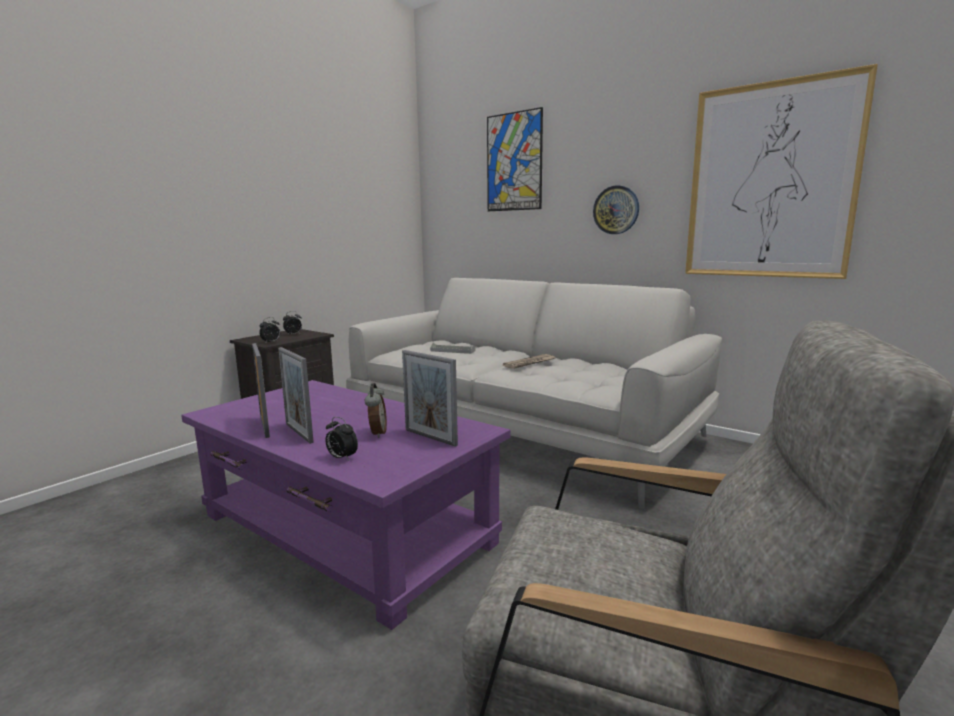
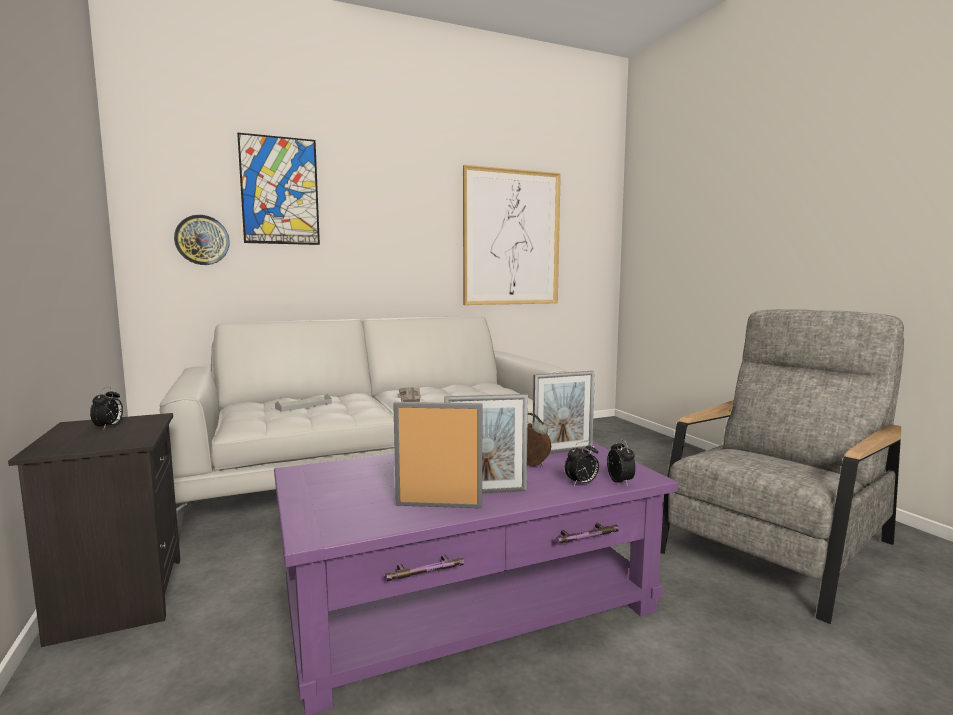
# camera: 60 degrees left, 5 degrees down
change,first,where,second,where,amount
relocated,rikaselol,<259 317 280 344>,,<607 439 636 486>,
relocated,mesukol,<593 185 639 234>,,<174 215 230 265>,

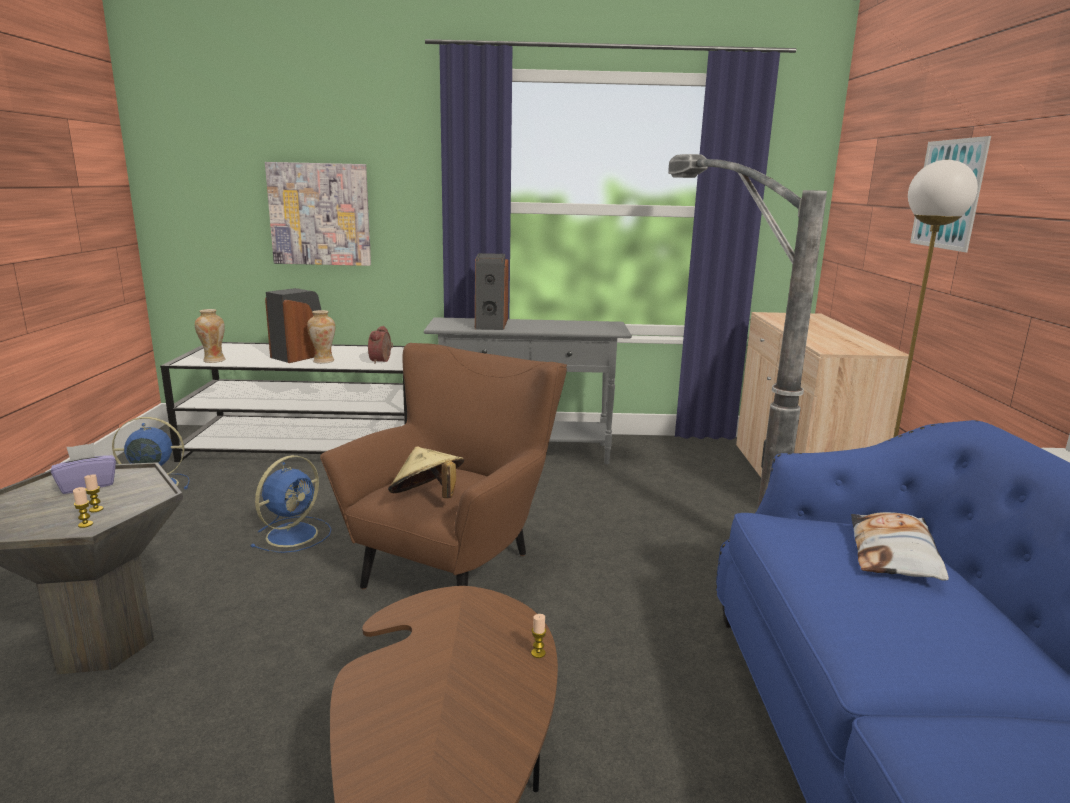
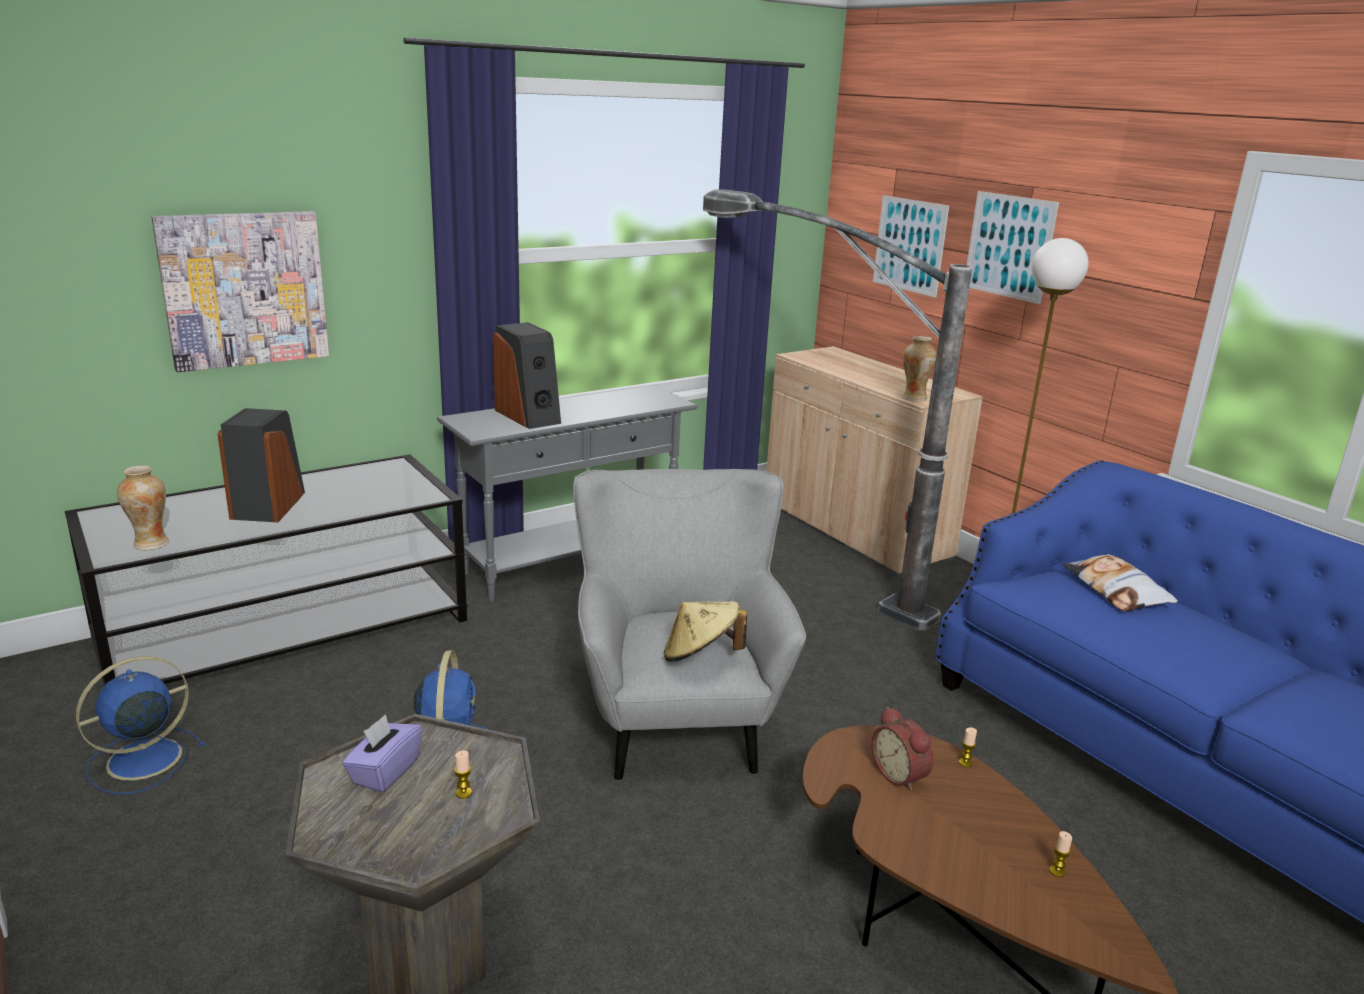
# camera: 35 degrees left, 5 degrees up
change,first,where,second,where,amount
appeared,,,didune,<873 195 949 298>,
relocated,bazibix,<73 487 93 528>,,<1049 831 1072 877>,
relocated,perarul,<307 310 335 363>,,<902 336 937 402>,
relocated,rikaselol,<368 326 393 364>,,<872 706 934 792>,
colour,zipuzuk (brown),<320 343 567 590>,zipuzuk (grey),<573 469 806 781>,

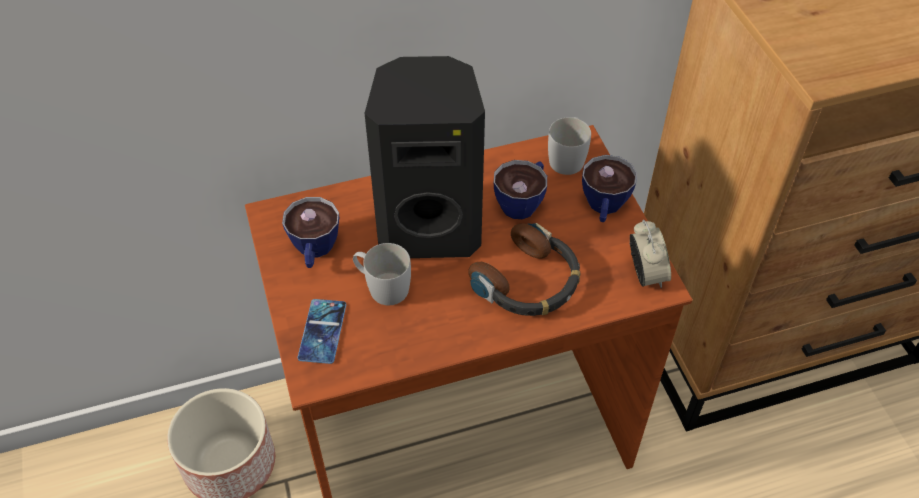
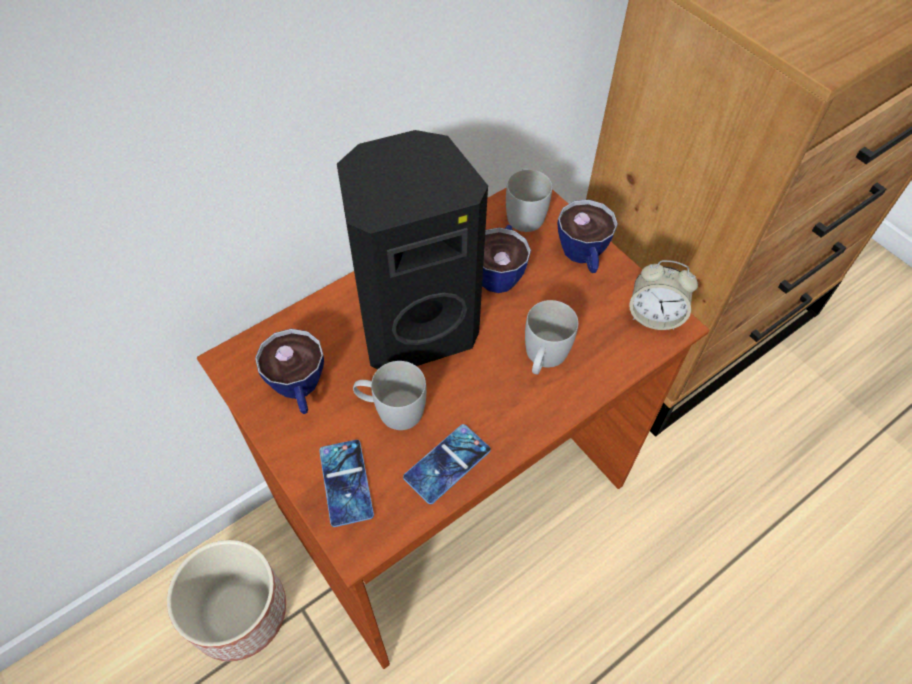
# camera: 20 degrees left, 5 degrees up
change,first,where,second,where,amount
appeared,,,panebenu,<403 424 491 504>,
exchanged,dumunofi,<468 223 581 316>,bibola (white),<525 300 578 374>,
spun,rikaselol,<629 220 671 288>,,<629 260 698 330>,135 degrees clockwise

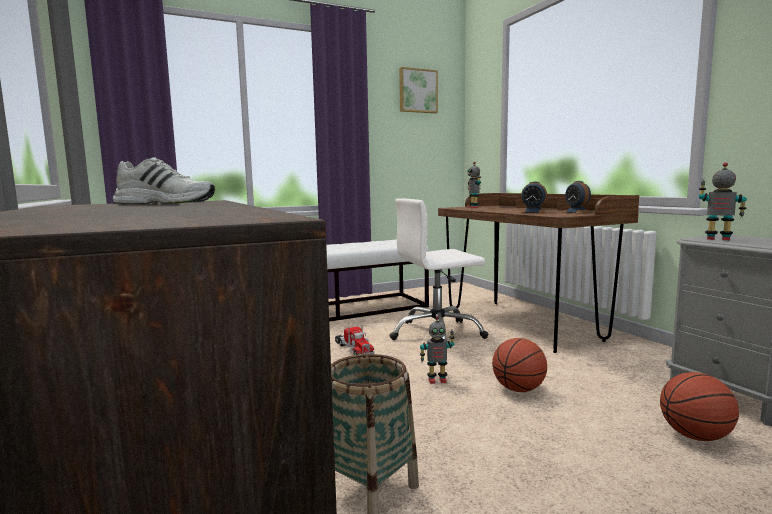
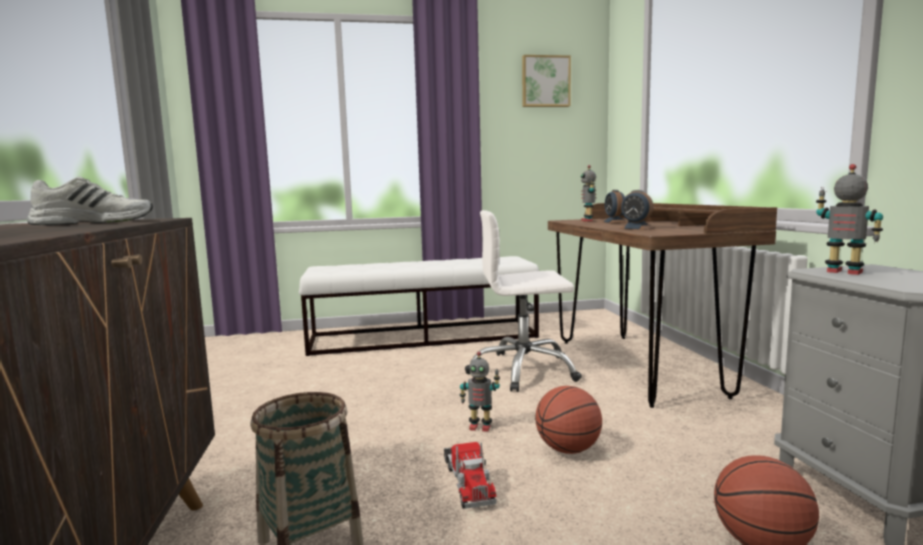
# camera: 15 degrees right, 0 degrees up
change,first,where,second,where,amount
relocated,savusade,<335 325 375 355>,,<444 442 497 509>,
relocated,rikaselol,<564 181 592 213>,,<602 190 628 223>,
spun,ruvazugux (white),<113 158 215 204>,,<27 176 153 225>,45 degrees counterclockwise

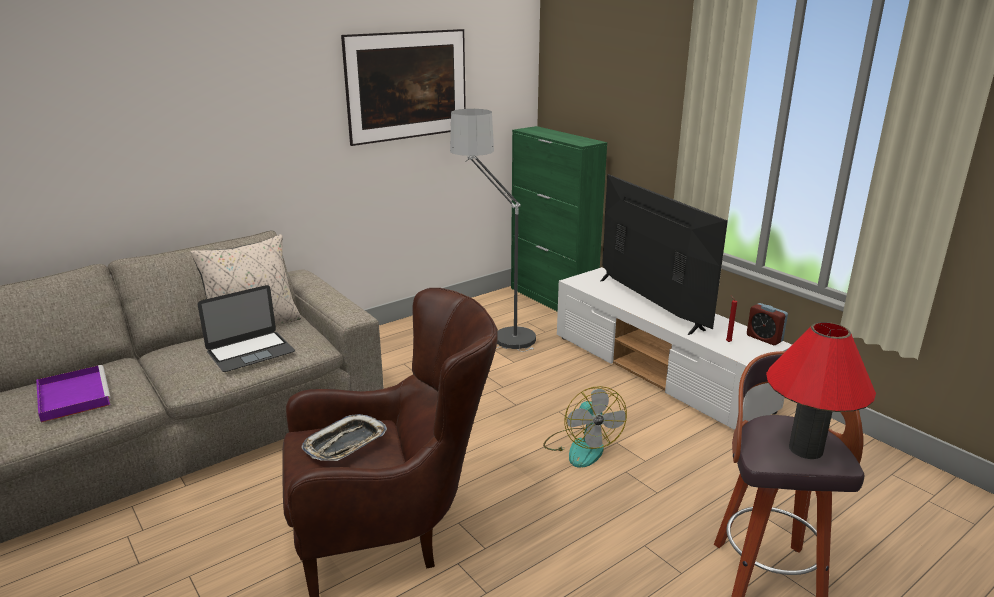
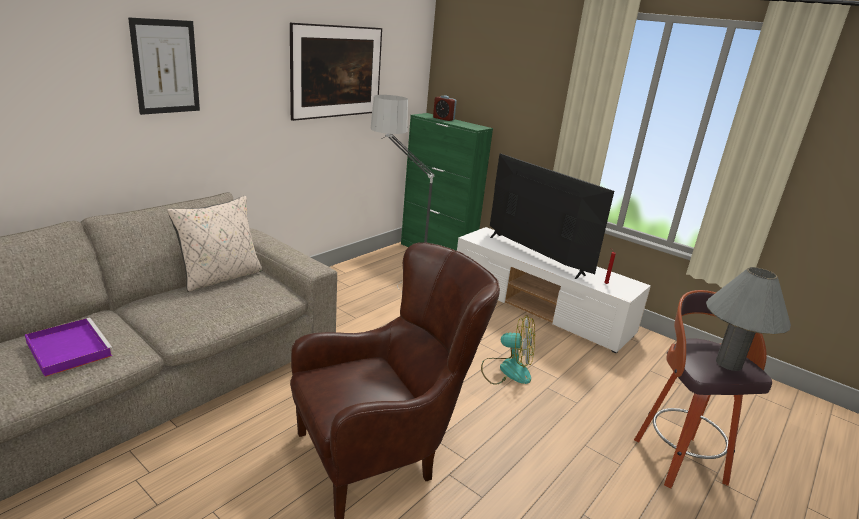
# camera: 15 degrees left, 0 degrees up
change,first,where,second,where,amount
missing,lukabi,<198 285 295 372>,,,
missing,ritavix,<301 414 387 461>,,,
appeared,,,didune,<128 17 200 115>,
relocated,rikaselol,<747 303 788 345>,,<433 96 457 121>,
colour,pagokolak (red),<766 322 876 459>,pagokolak (grey),<706 267 791 371>,
spun,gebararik,<543 386 627 468>,,<481 315 535 385>,45 degrees counterclockwise

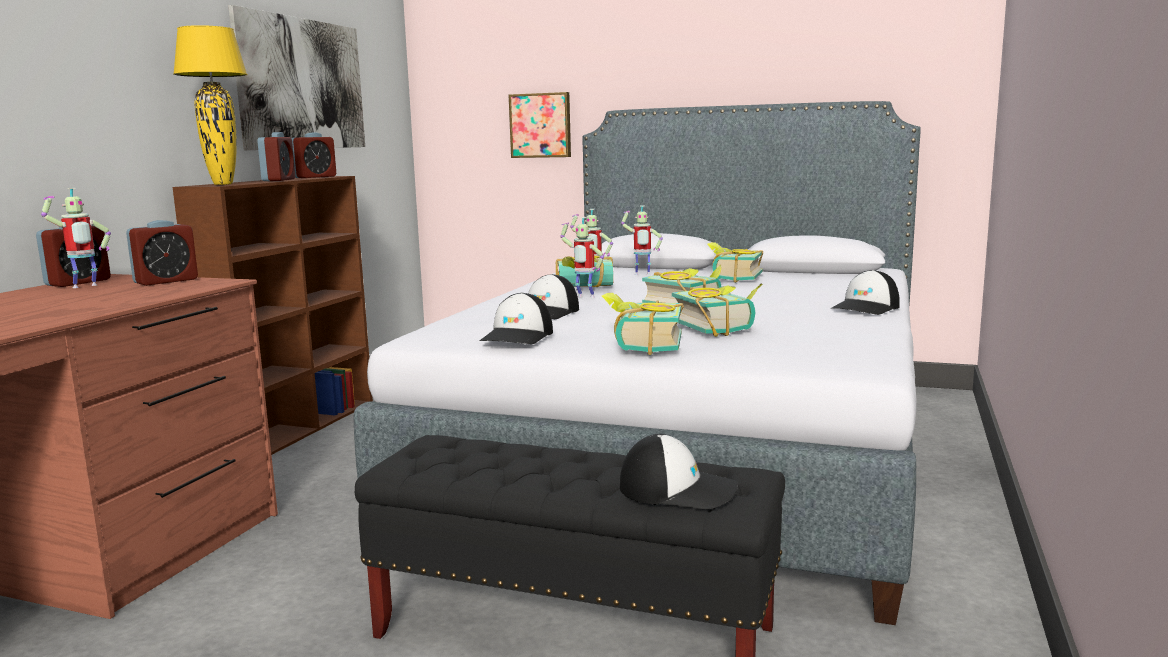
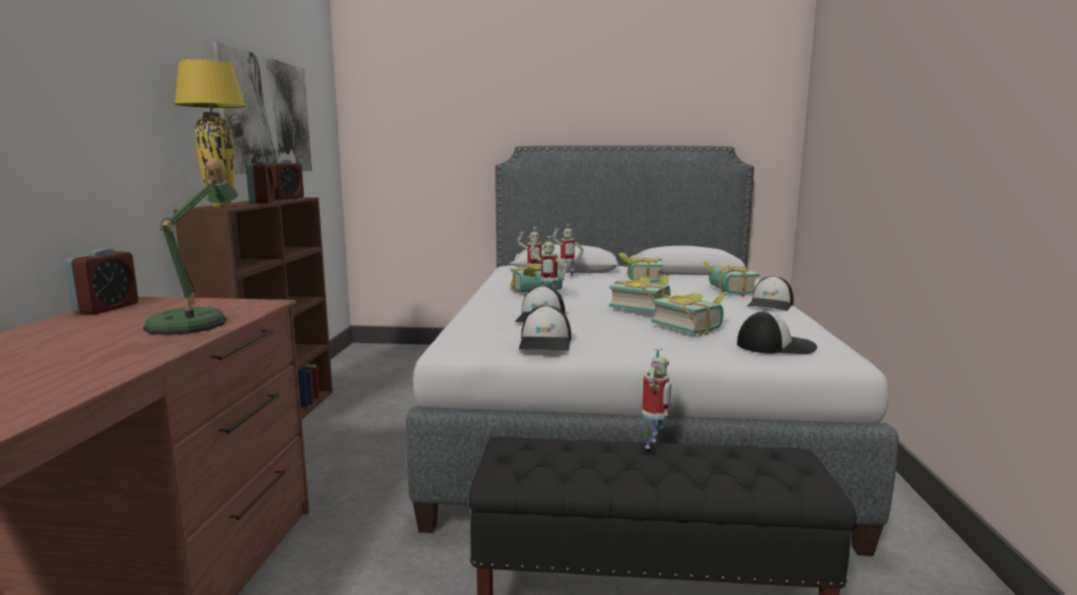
# camera: 15 degrees left, 0 degrees up
change,first,where,second,where,amount
missing,rikaselol,<126 220 198 286>,,,
missing,didune,<509 92 571 158>,,,
appeared,,,pagokolak,<143 158 238 335>,
relocated,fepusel,<41 188 111 288>,,<642 347 673 449>,
relocated,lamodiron,<602 293 684 355>,,<702 262 760 296>,
relocated,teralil,<620 434 738 509>,,<737 311 817 354>,

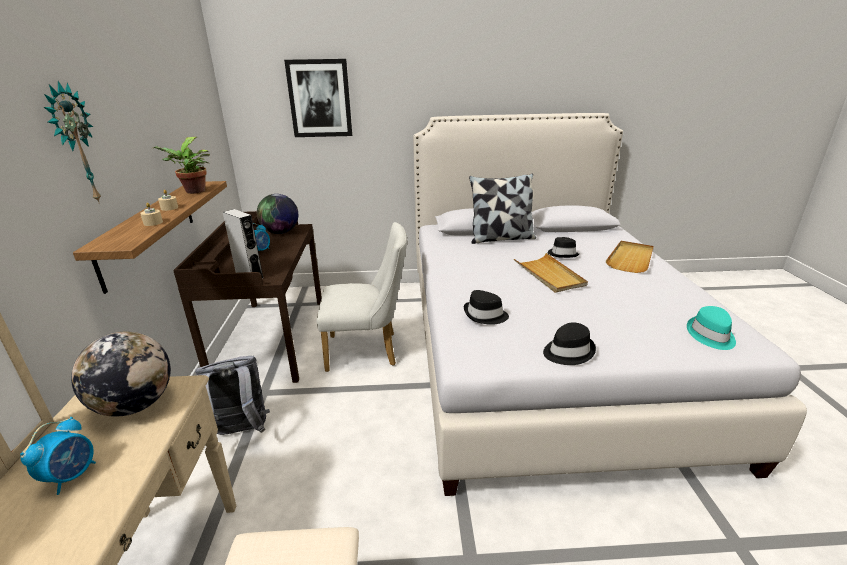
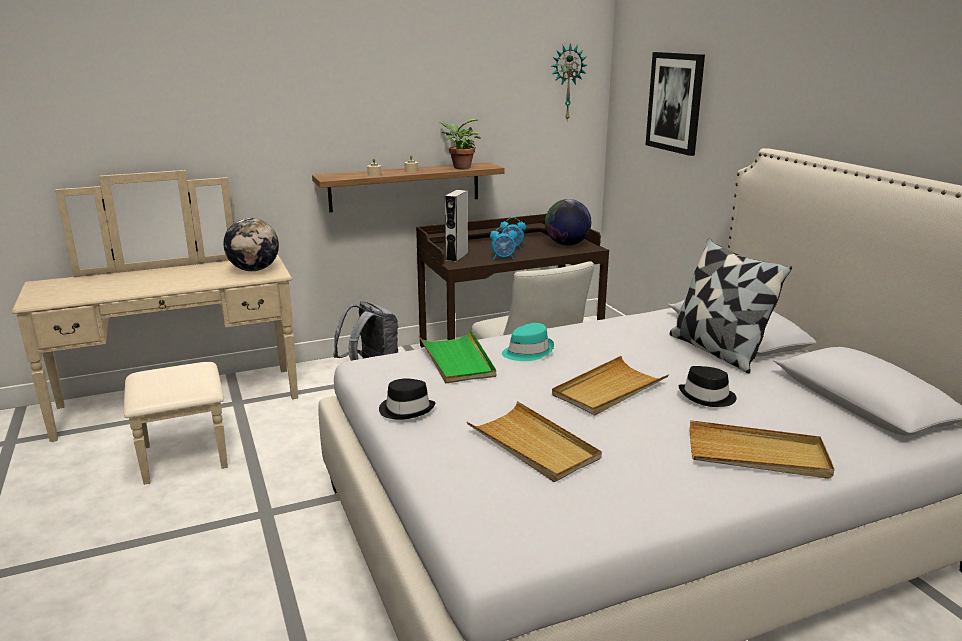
# camera: 70 degrees right, 5 degrees down
change,first,where,second,where,amount
appeared,,,ritavix (beige),<467 401 602 482>,
relocated,rikaselol,<20 417 96 495>,,<490 226 517 260>,
relocated,mesukol,<44 81 101 204>,,<552 43 587 120>,
relocated,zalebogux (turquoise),<687 306 736 350>,,<502 323 554 361>,
exchanged,zalebogux (black),<464 290 509 325>,ritavix (green),<418 330 496 384>,

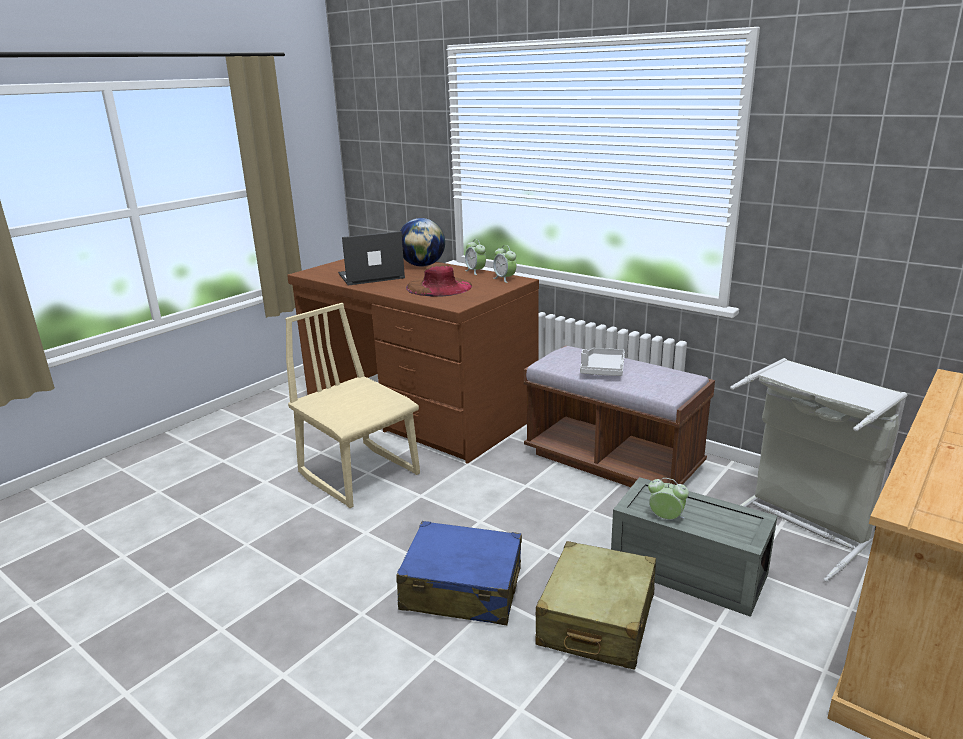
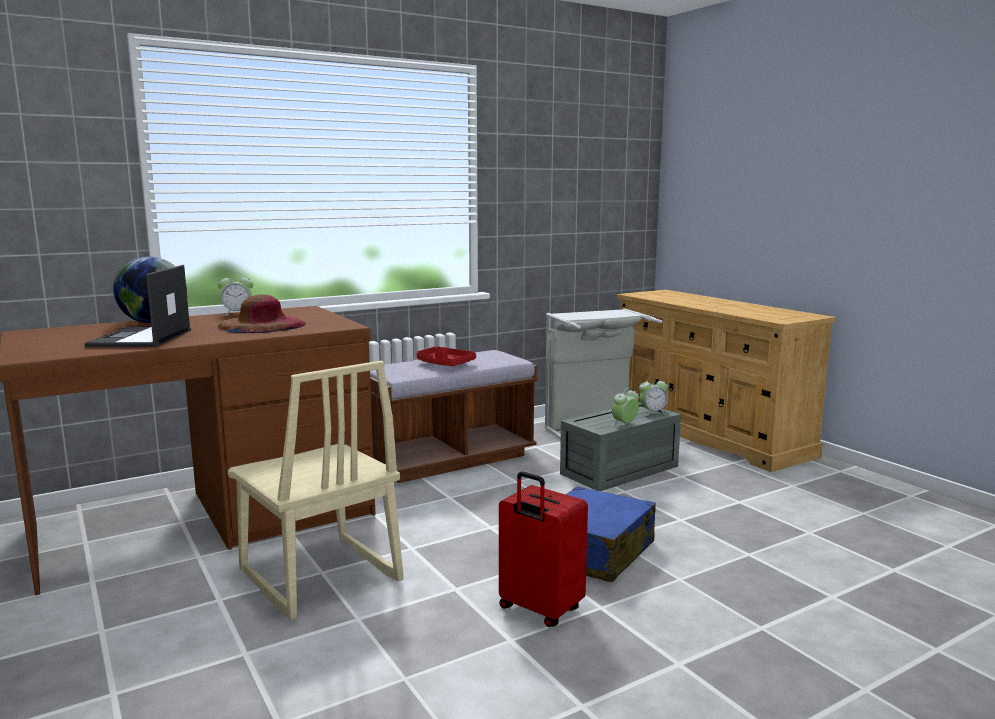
# camera: 70 degrees left, 10 degrees down
change,first,where,second,where,amount
missing,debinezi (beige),<535 541 656 670>,,,
appeared,,,debinezi (red),<499 471 588 627>,
relocated,rikaselol,<493 245 517 283>,,<639 377 668 416>,
colour,ritavix (grey),<580 348 625 376>,ritavix (red),<416 346 476 366>,
spun,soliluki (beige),<285 303 420 508>,,<228 360 404 620>,105 degrees counterclockwise

